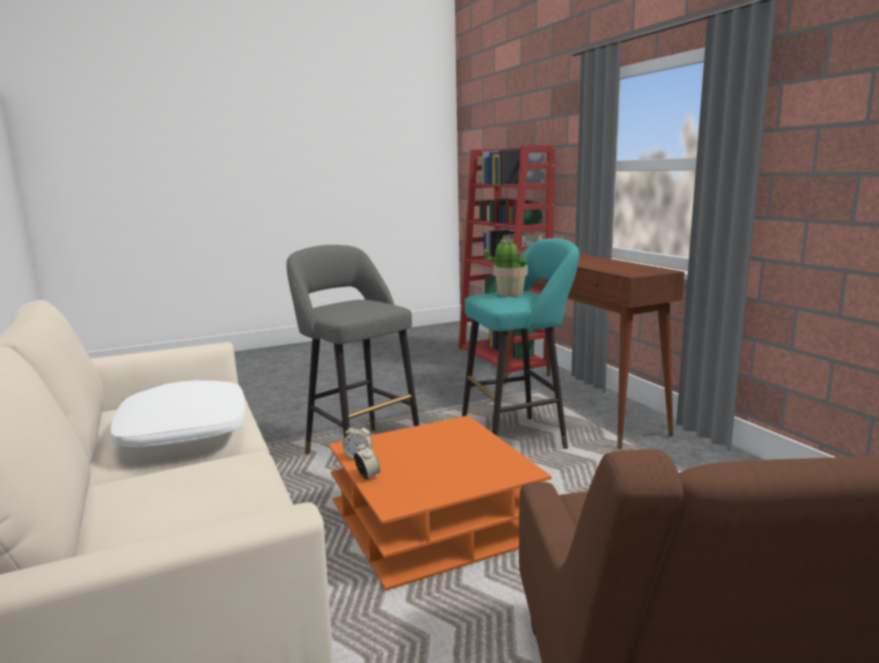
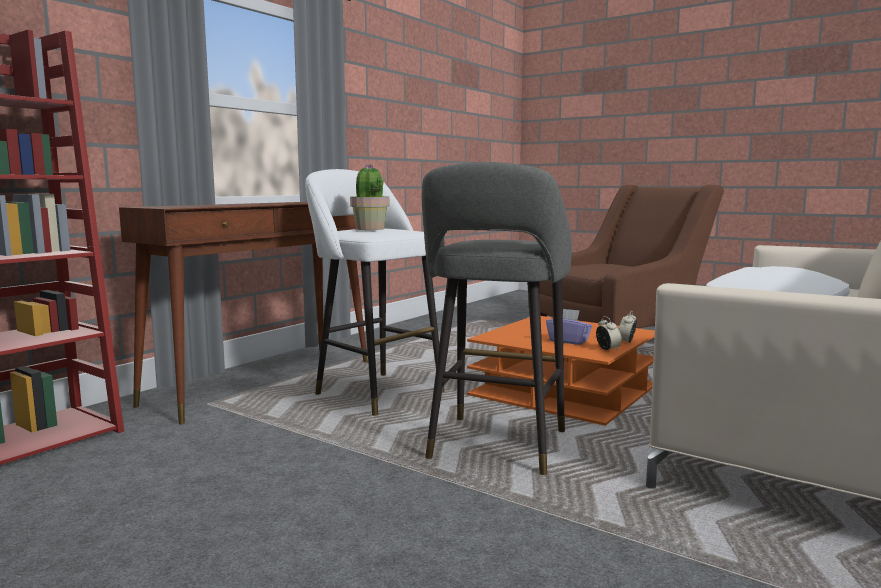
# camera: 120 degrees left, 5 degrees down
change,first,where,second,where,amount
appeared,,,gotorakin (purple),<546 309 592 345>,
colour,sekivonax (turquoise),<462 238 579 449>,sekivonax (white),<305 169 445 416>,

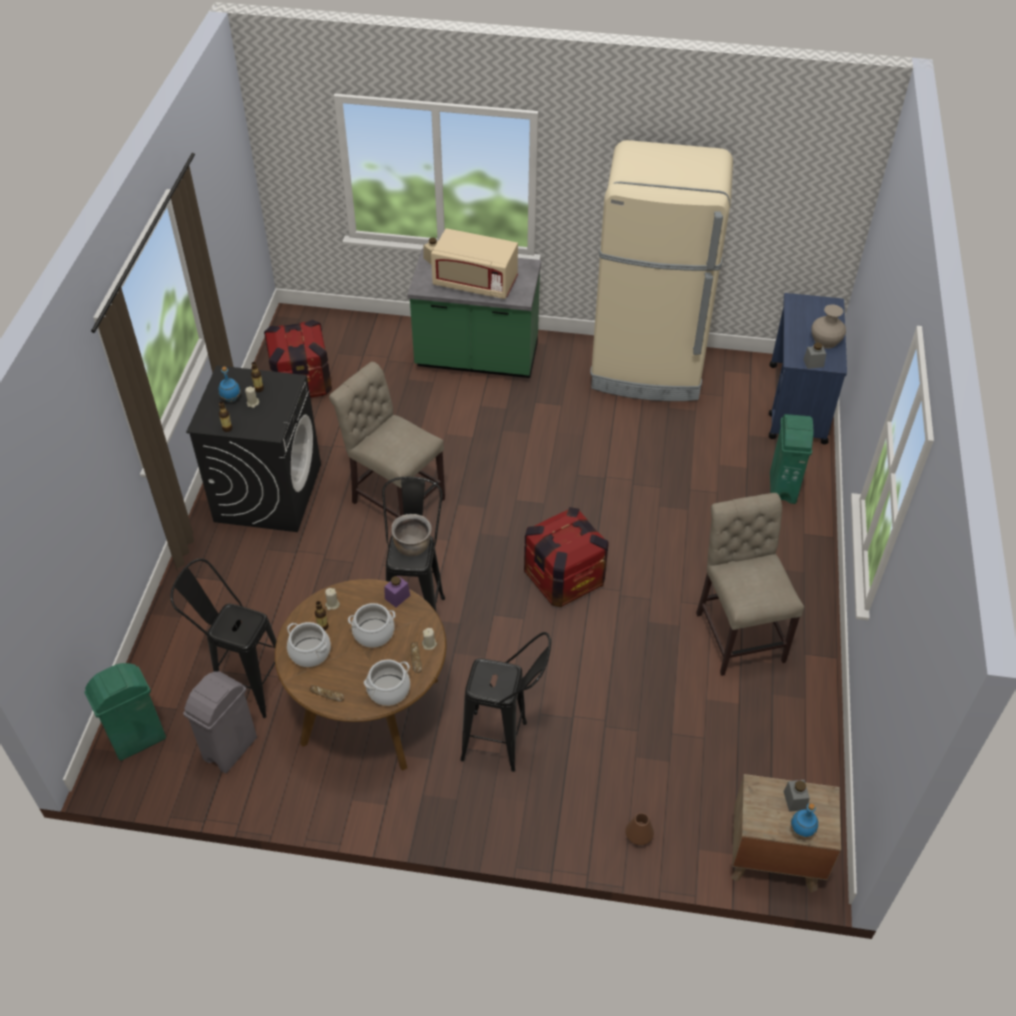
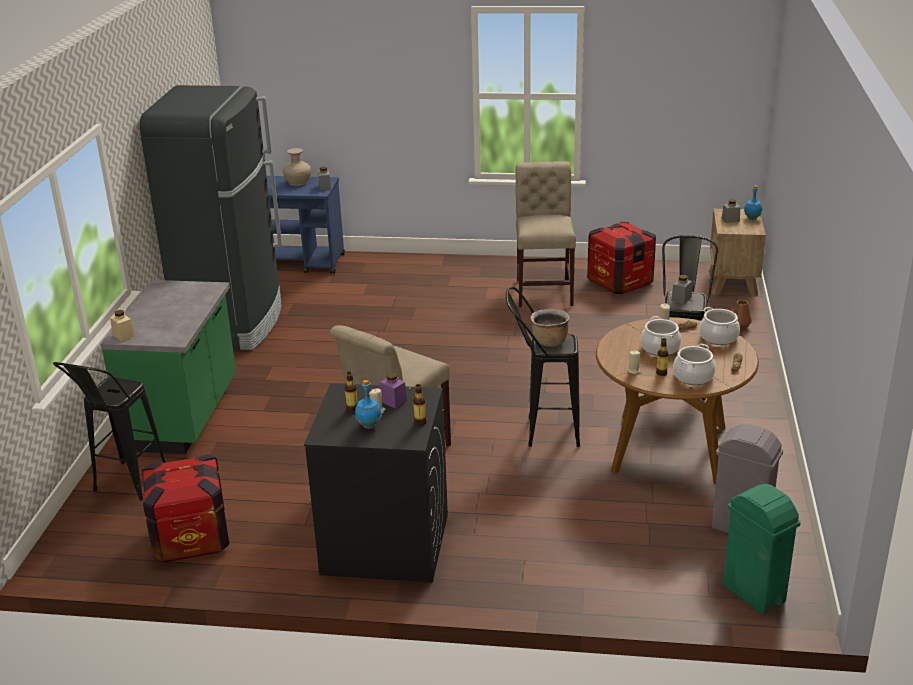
# camera: 90 degrees left, 20 degrees down
change,first,where,second,where,amount
missing,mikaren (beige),<431 228 518 299>,,,
missing,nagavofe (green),<770 414 814 504>,,,
appeared,,,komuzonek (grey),<671 275 692 304>,
relocated,sekivonax (black),<170 558 276 718>,,<53 362 166 501>,
relocated,komuzonek (purple),<384 575 410 607>,,<380 372 407 409>,
relocated,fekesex,<524 507 609 607>,,<587 222 656 294>,
colour,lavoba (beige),<590 140 733 401>,lavoba (black),<140 85 282 350>,
spun,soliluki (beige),<696 493 804 676>,,<515 161 576 307>,105 degrees clockwise

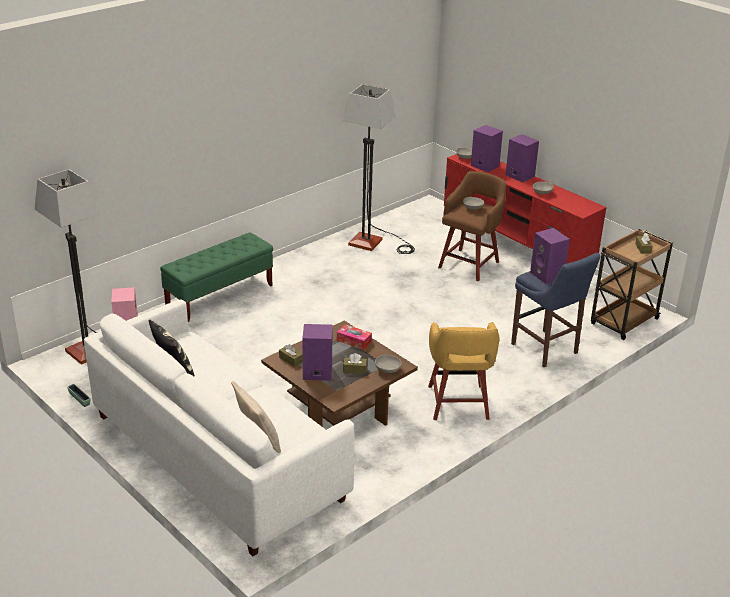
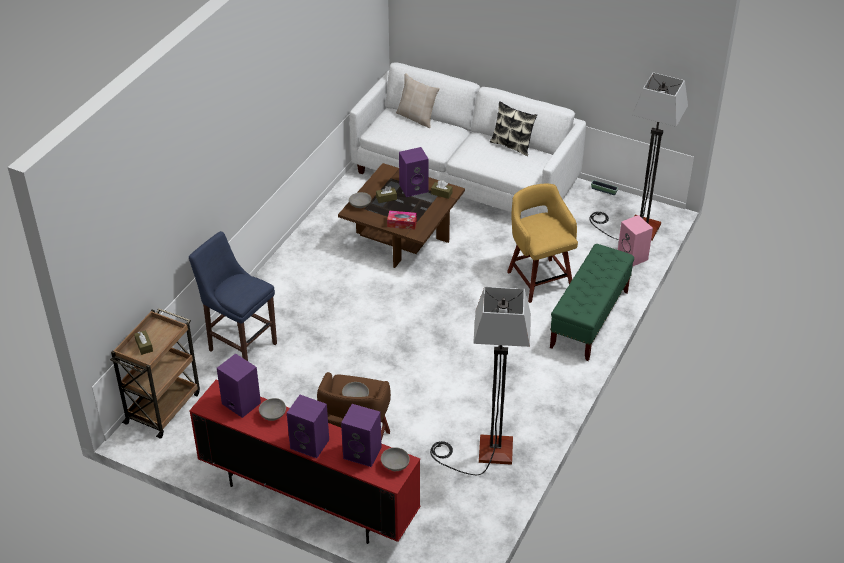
# camera: 160 degrees right, 10 degrees up
change,first,where,second,where,amount
relocated,sekivonax (yellow),<428 322 499 420>,,<507 184 578 303>,
relocated,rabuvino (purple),<530 228 570 284>,,<217 354 261 418>,

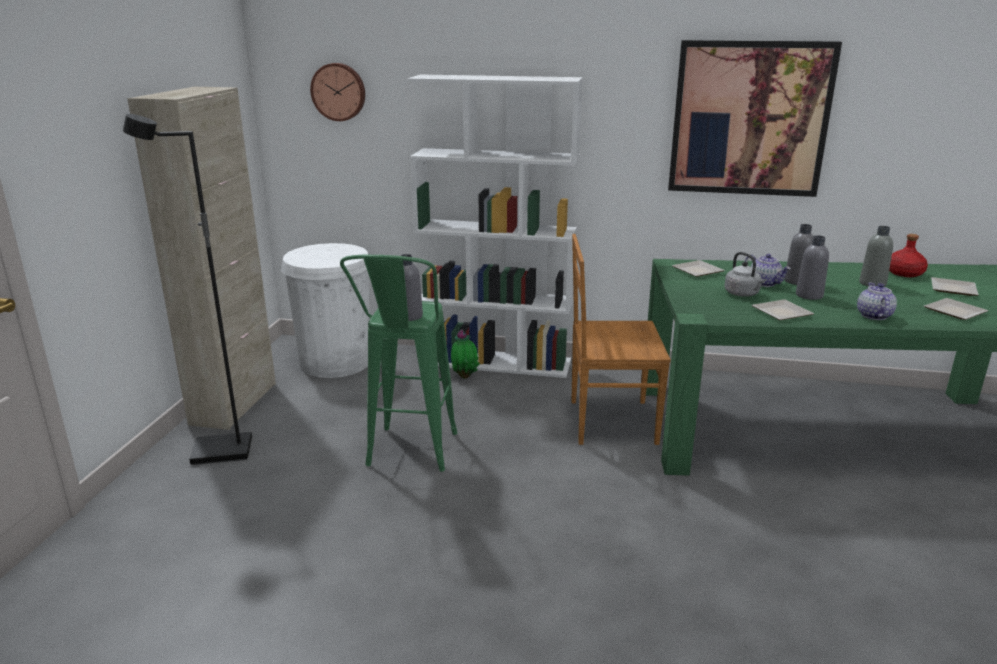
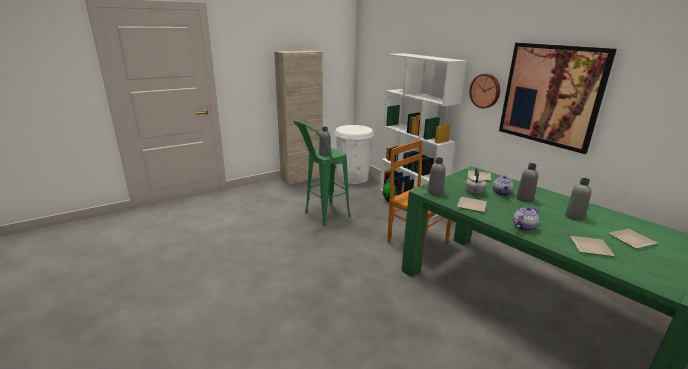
# camera: 45 degrees right, 0 degrees up
change,first,where,second,where,amount
missing,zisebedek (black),<123 114 252 465>,,,
missing,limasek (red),<889 234 928 277>,,,
relocated,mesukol,<310 63 365 121>,,<469 74 500 108>,
relocated,limasek (grey),<796 235 829 300>,,<428 157 446 196>,

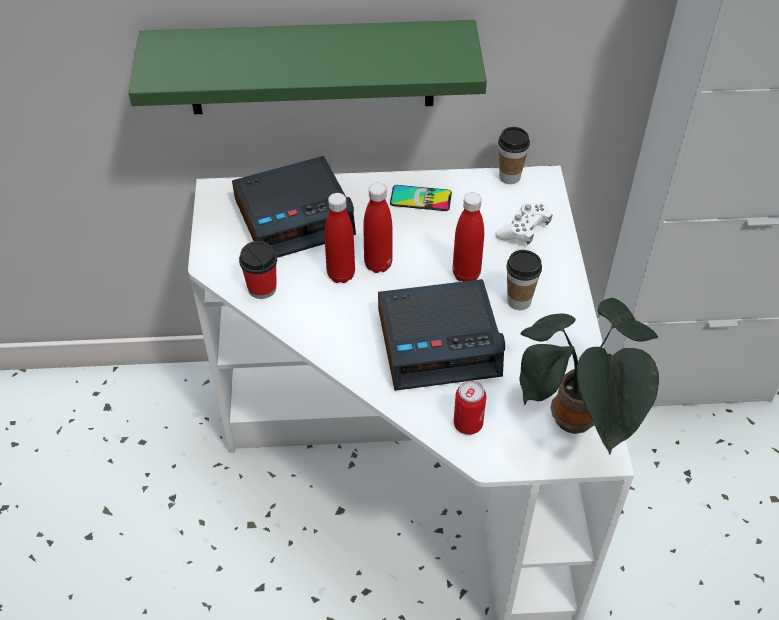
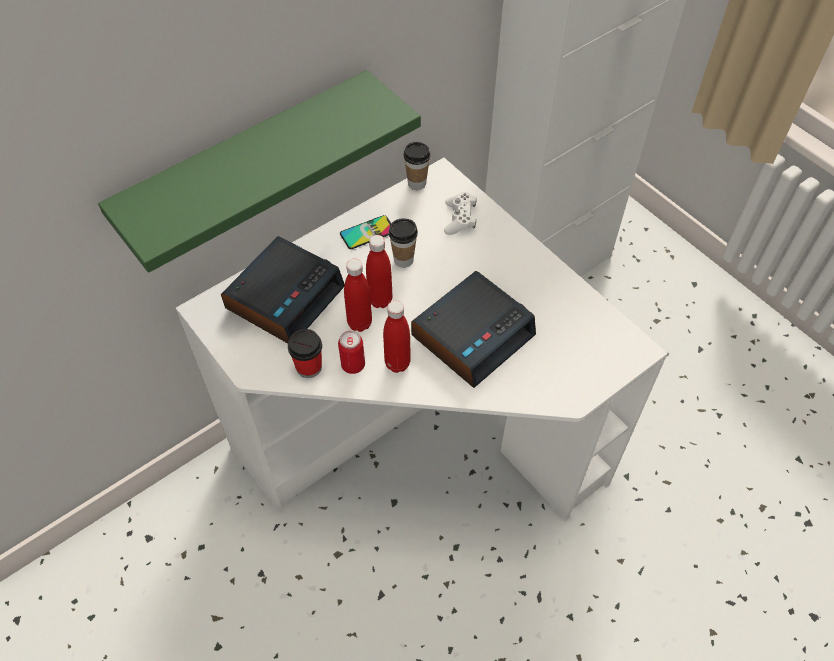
# camera: 35 degrees left, 5 degrees up
change,first,where,second,where,amount
missing,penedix,<519 298 659 454>,,,
relocated,limasek (red),<453 192 484 281>,,<383 301 411 373>,
relocated,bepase,<454 381 486 435>,,<338 331 365 374>,
relocated,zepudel,<506 250 542 310>,,<389 218 418 268>,

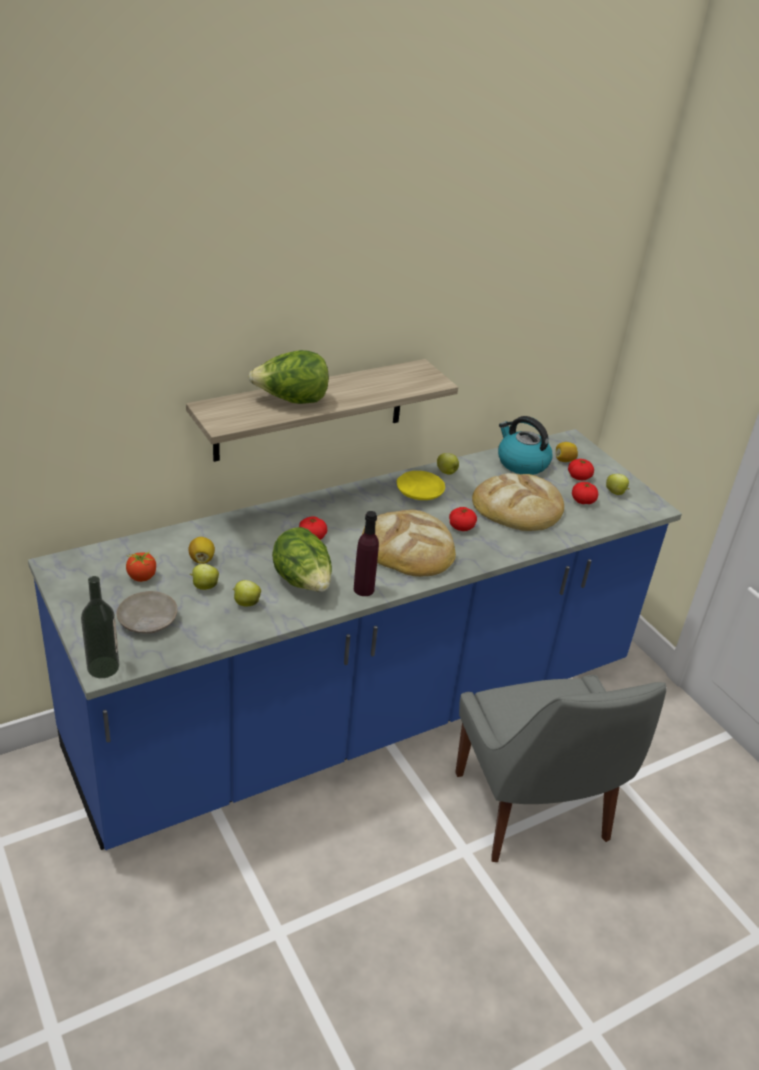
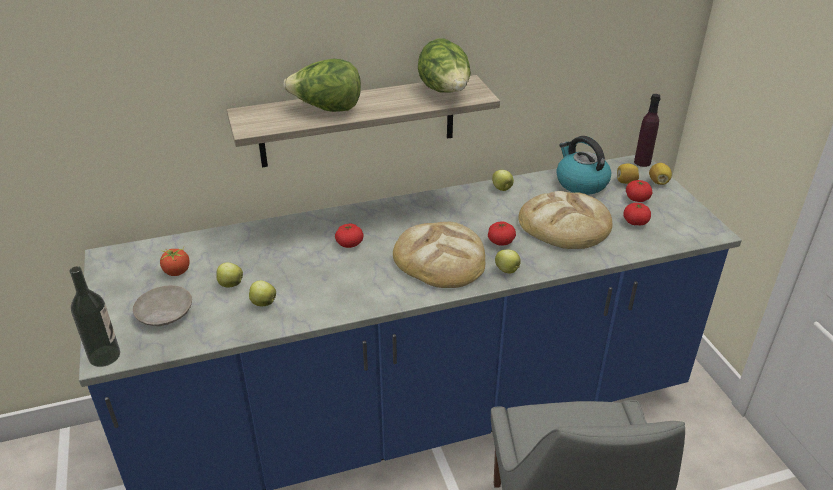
# camera: 15 degrees right, 0 degrees up
change,first,where,second,where,amount
missing,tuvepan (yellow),<397 471 445 500>,,,
relocated,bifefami,<188 537 215 564>,,<649 163 672 185>,
relocated,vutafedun,<272 527 332 592>,,<418 38 471 93>,
relocated,limasek (purple),<354 511 379 596>,,<634 94 661 167>,
relocated,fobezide,<606 474 630 495>,,<495 249 521 273>,

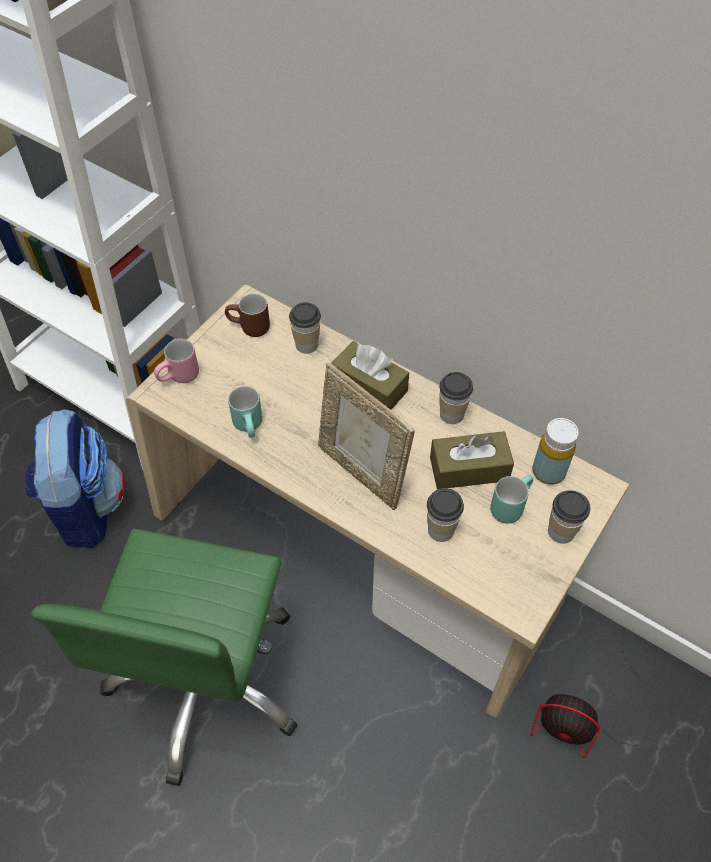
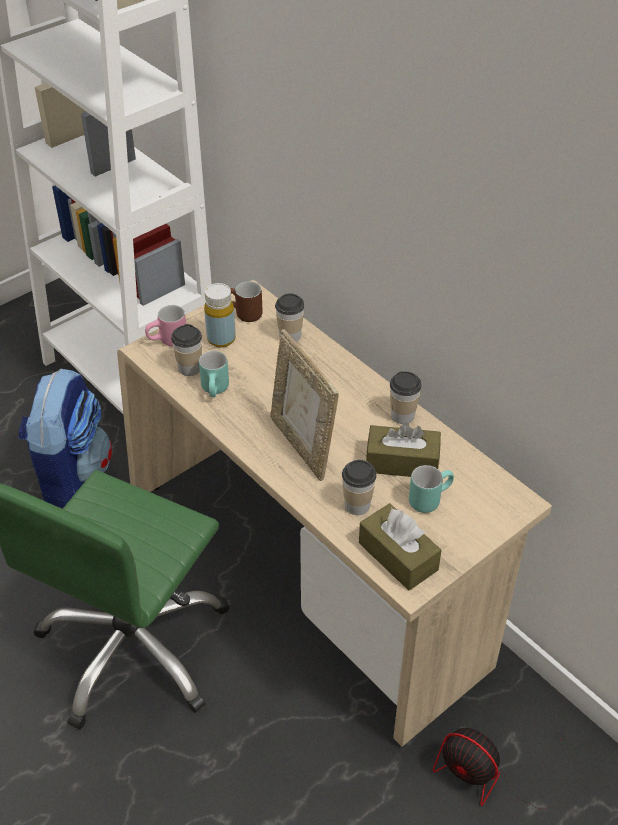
# camera: 15 degrees right, 10 degrees down
change,first,where,second,where,amount
relocated,gotorakin (brown),<331 341 409 410>,,<359 503 441 591>,
relocated,limasek (yellow),<532 418 579 485>,,<204 283 236 348>,
relocated,zepudel,<548 490 591 543>,,<171 324 202 376>,

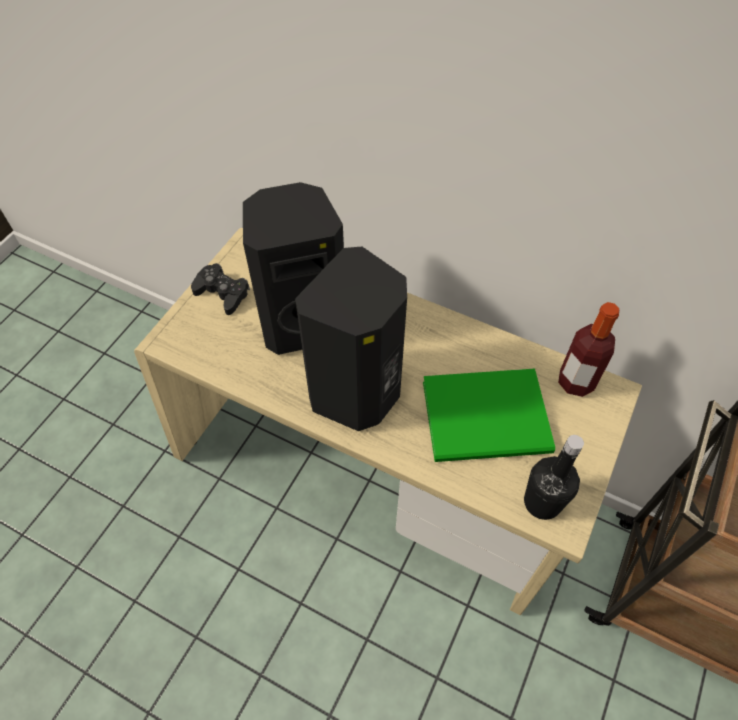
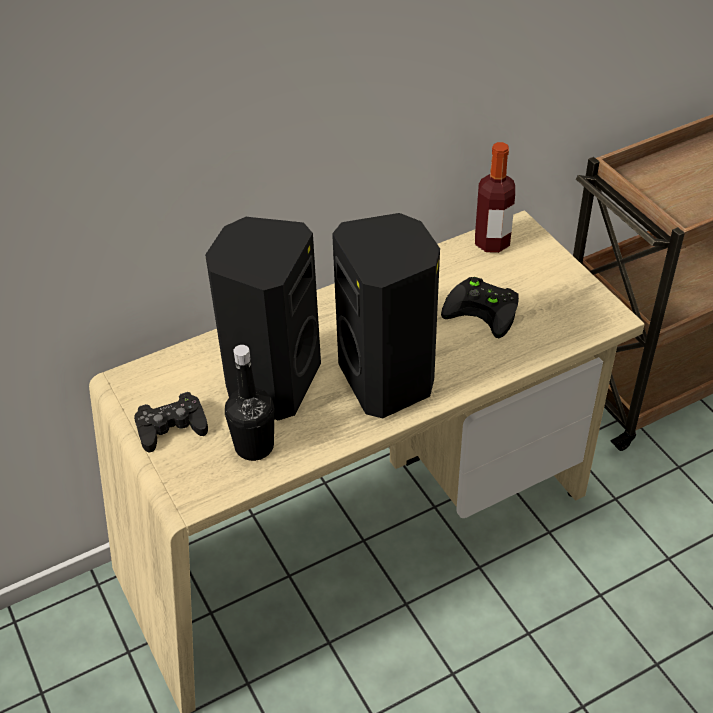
# camera: 55 degrees left, 10 degrees down
change,first,where,second,where,amount
relocated,limasek (black),<524 435 584 520>,,<225 345 274 461>,
exchanged,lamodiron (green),<423 369 555 462>,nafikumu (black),<441 277 519 338>,

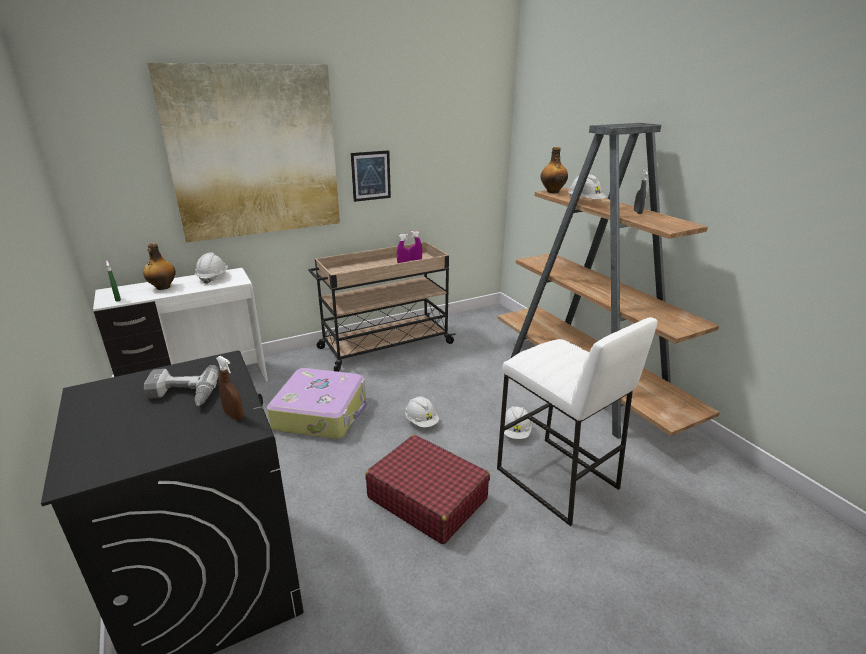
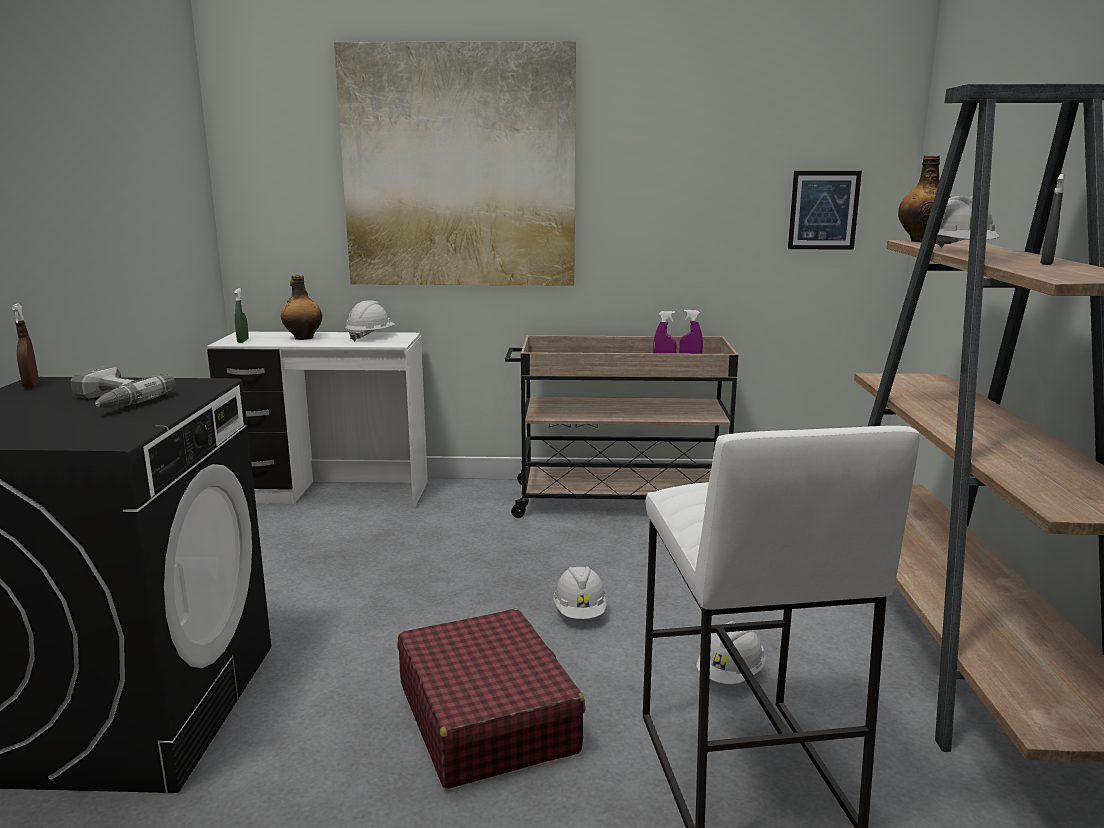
# camera: 30 degrees right, 10 degrees down
change,first,where,second,where,amount
missing,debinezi,<267 368 367 439>,,,
relocated,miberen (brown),<216 356 243 420>,,<12 303 39 388>,
relocated,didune,<351 150 391 202>,,<788 171 862 249>,

